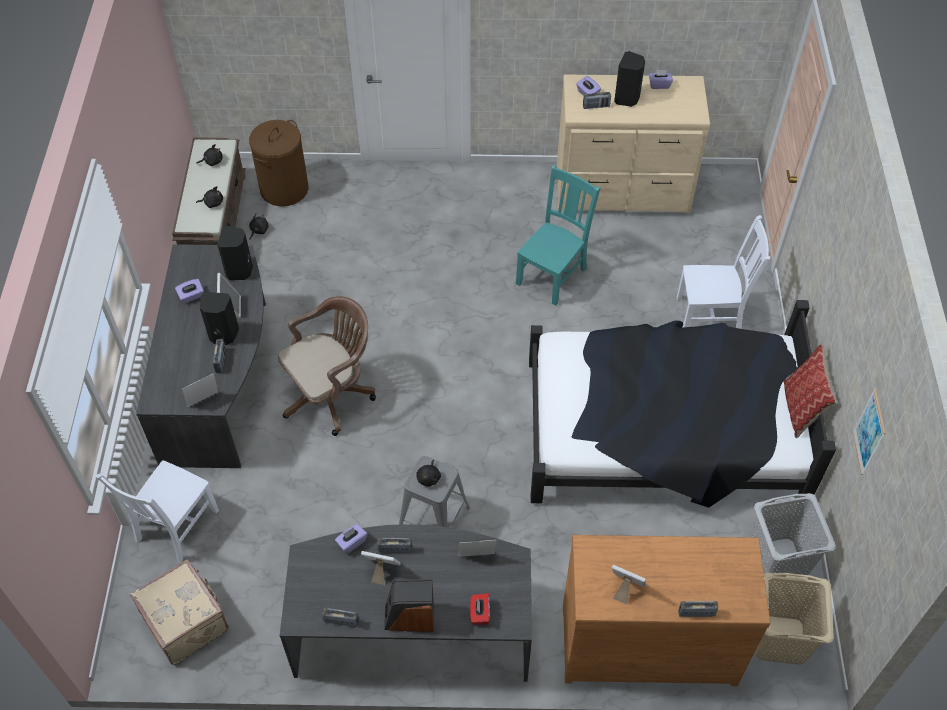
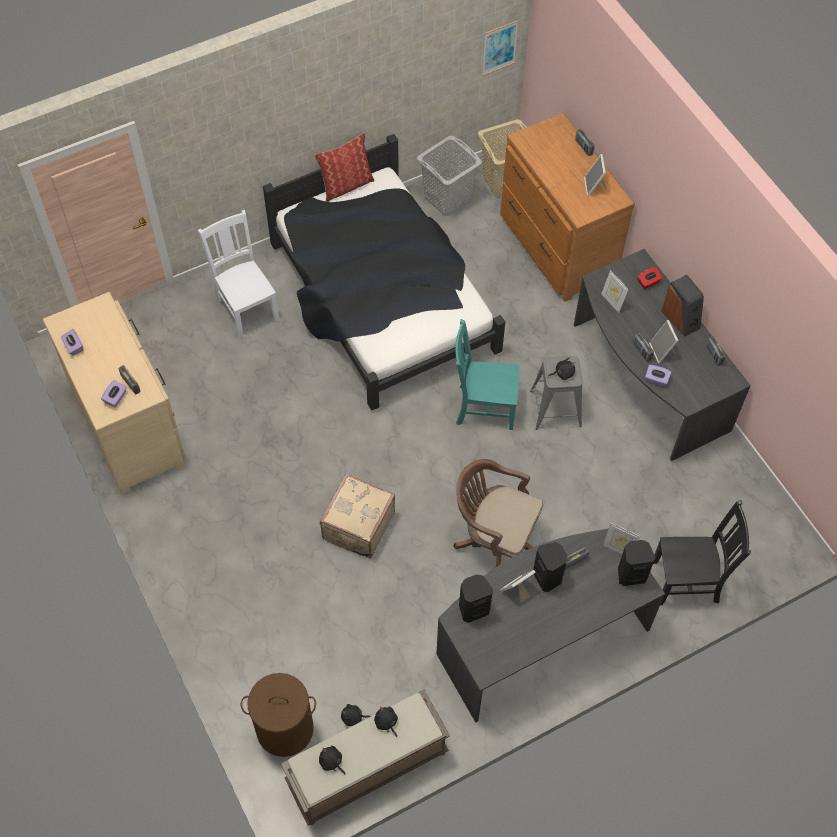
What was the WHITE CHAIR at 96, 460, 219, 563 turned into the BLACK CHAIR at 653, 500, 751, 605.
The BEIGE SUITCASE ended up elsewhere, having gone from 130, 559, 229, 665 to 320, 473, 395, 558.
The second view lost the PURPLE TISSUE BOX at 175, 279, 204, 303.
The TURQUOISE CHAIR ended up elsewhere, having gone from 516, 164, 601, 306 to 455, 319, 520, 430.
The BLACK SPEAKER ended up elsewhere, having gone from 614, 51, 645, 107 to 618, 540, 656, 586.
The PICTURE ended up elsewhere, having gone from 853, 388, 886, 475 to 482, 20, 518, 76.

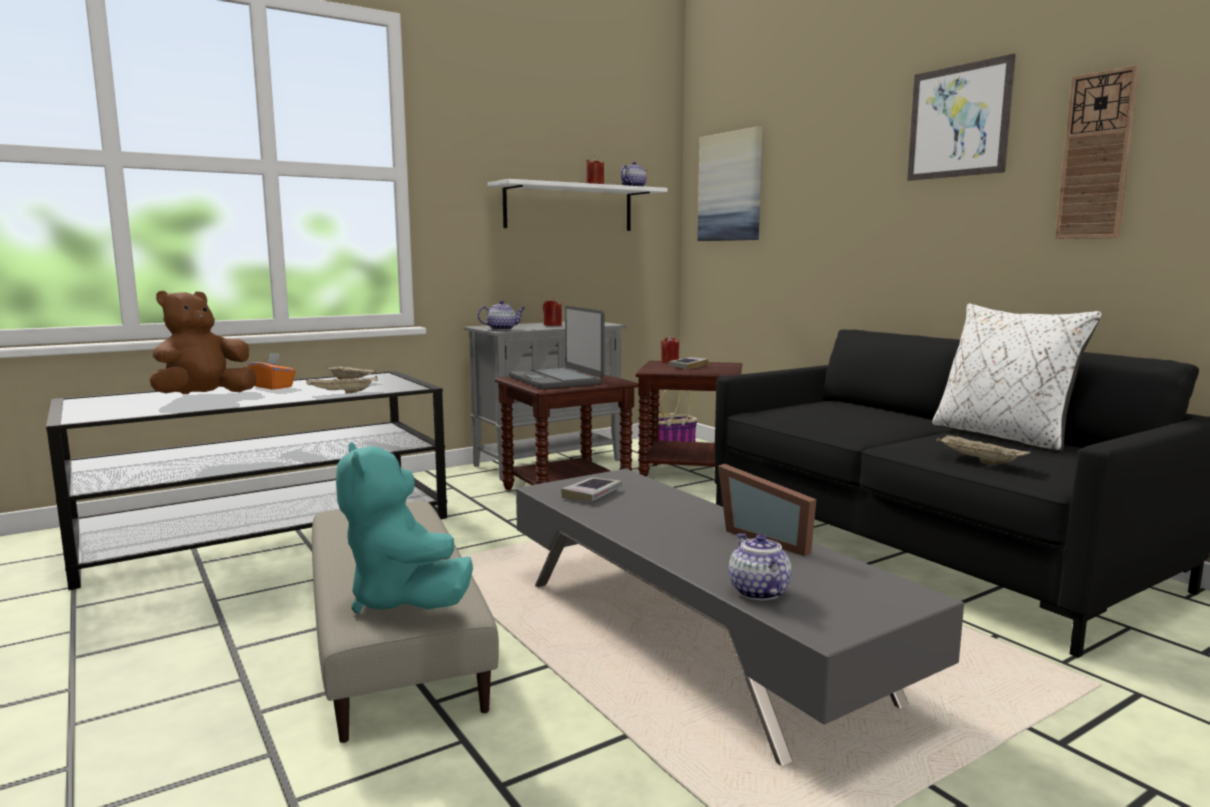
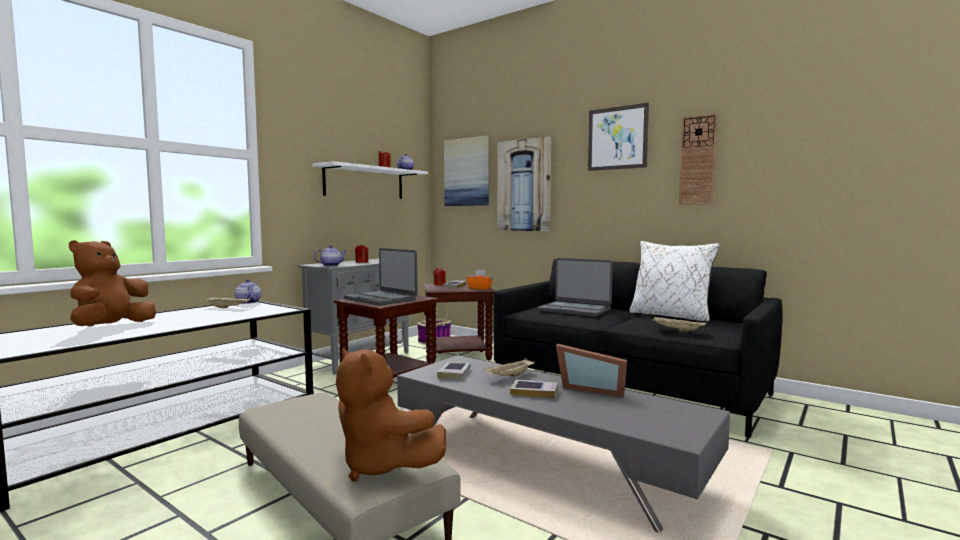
The ORANGE TISSUE BOX ended up elsewhere, having gone from 248, 353, 296, 390 to 466, 270, 493, 290.
The BEIGE TRAY ended up elsewhere, having gone from 306, 376, 378, 394 to 483, 358, 535, 377.
What was the TURQUOISE PLUSH TOY at 336, 442, 473, 613 turned into the BROWN PLUSH TOY at 336, 348, 446, 481.
The TEAPOT ended up elsewhere, having gone from 729, 533, 792, 600 to 235, 279, 261, 304.
The second view gained the PICTURE at 497, 137, 551, 231.
The second view gained the BOOK at 510, 379, 558, 398.
The second view gained the LAPTOP at 537, 258, 613, 317.

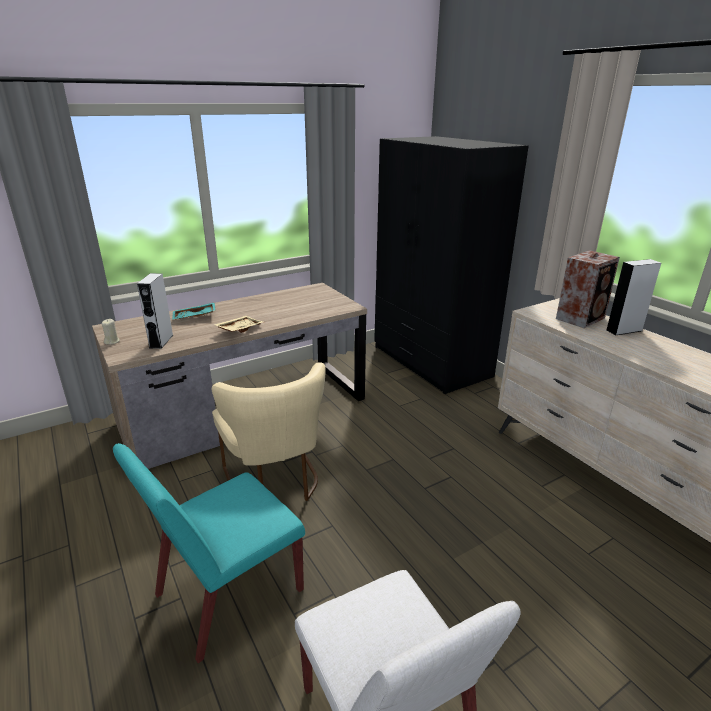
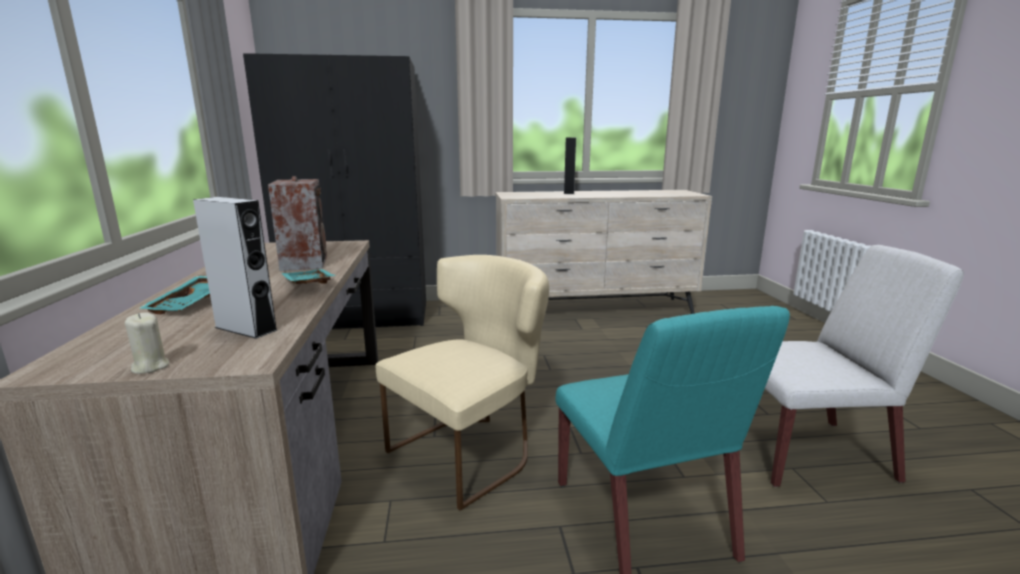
The BEIGE CHAIR at 212, 362, 326, 501 ended up facing another way, 45 degrees counterclockwise from before.
What was the BEIGE TRAY at 214, 316, 263, 333 turned into the TURQUOISE TRAY at 281, 269, 337, 284.
The SPEAKER ended up elsewhere, having gone from 556, 250, 620, 328 to 268, 176, 327, 271.

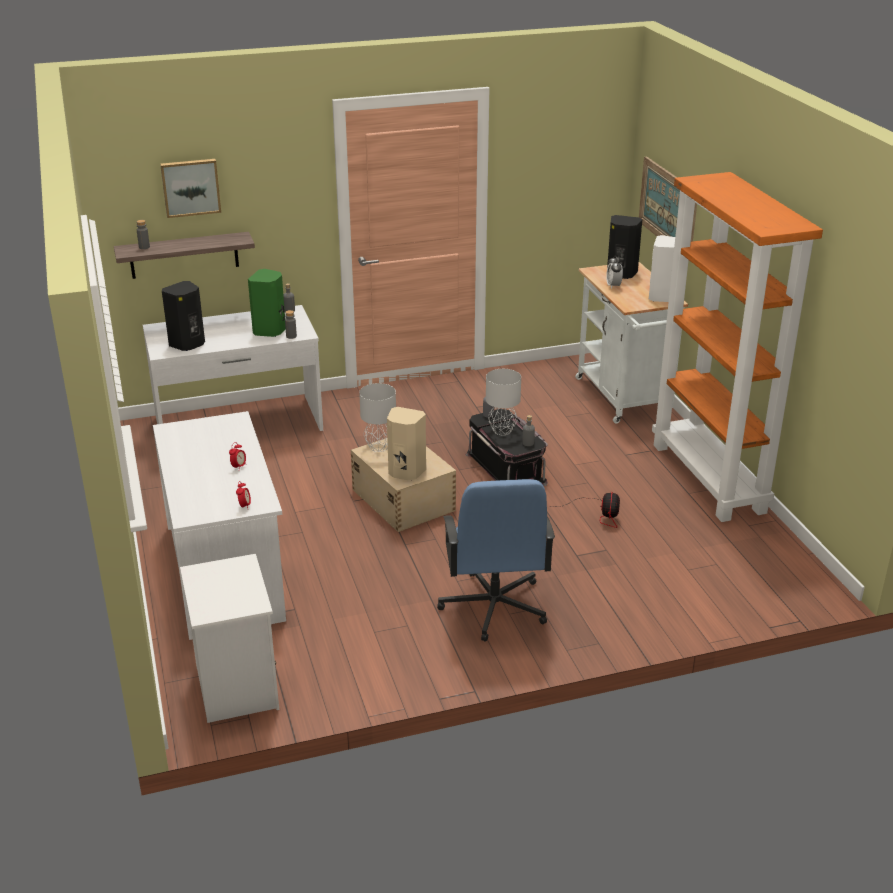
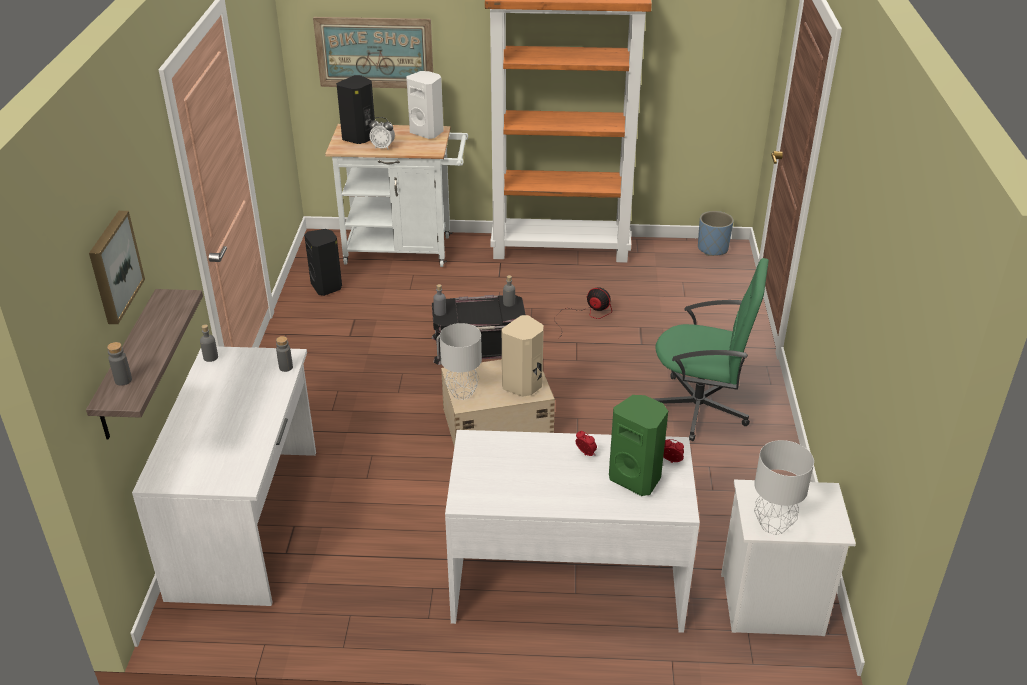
The BLACK SPEAKER ended up elsewhere, having gone from 162, 281, 205, 351 to 304, 229, 342, 296.
The GREEN SPEAKER ended up elsewhere, having gone from 248, 269, 286, 337 to 609, 395, 668, 496.
What was the BLUE OFFICE CHAIR at 437, 479, 555, 642 turned into the GREEN OFFICE CHAIR at 654, 258, 769, 441.
The GREY TABLE LAMP ended up elsewhere, having gone from 486, 369, 521, 435 to 754, 440, 814, 535.
The second view gained the BLUE PLANTER at 698, 211, 734, 256.

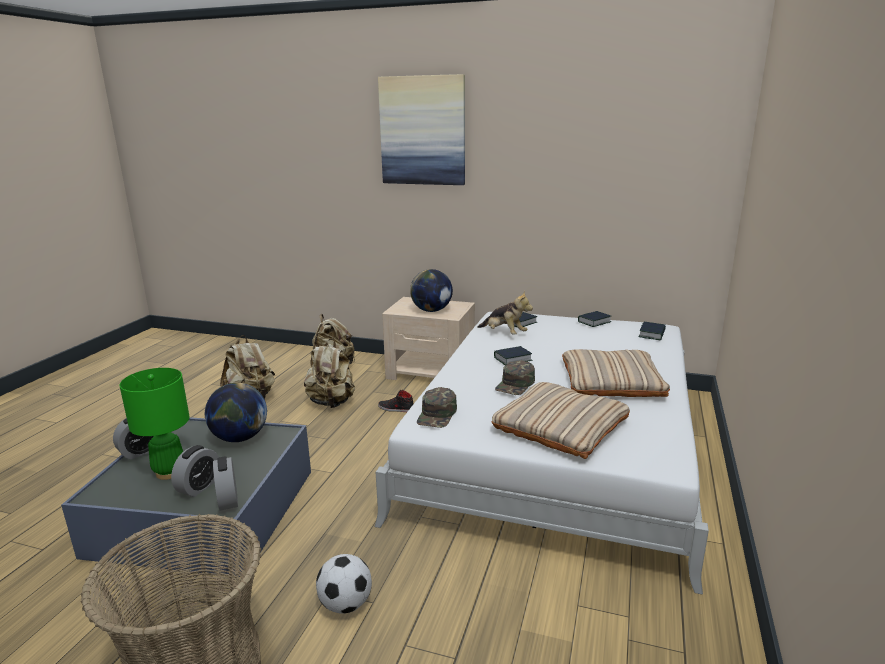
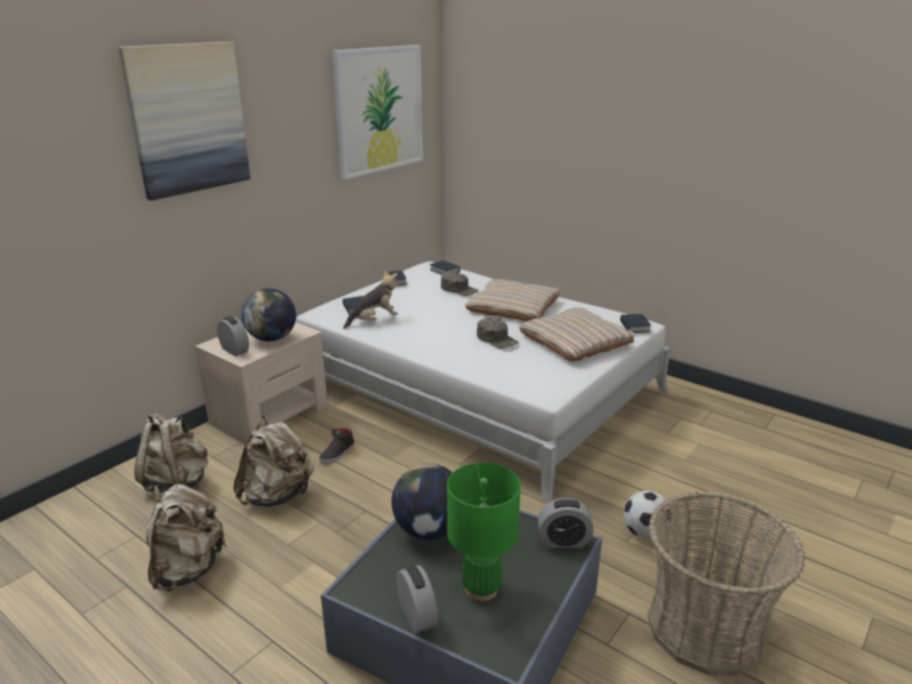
The ALARM CLOCK ended up elsewhere, having gone from 171, 445, 219, 497 to 217, 316, 249, 356.
The GREEN CAP ended up elsewhere, having gone from 417, 387, 457, 428 to 441, 272, 479, 296.
The BOOK ended up elsewhere, having gone from 494, 346, 533, 365 to 620, 314, 651, 333.
The second view gained the PICTURE at 332, 45, 423, 180.

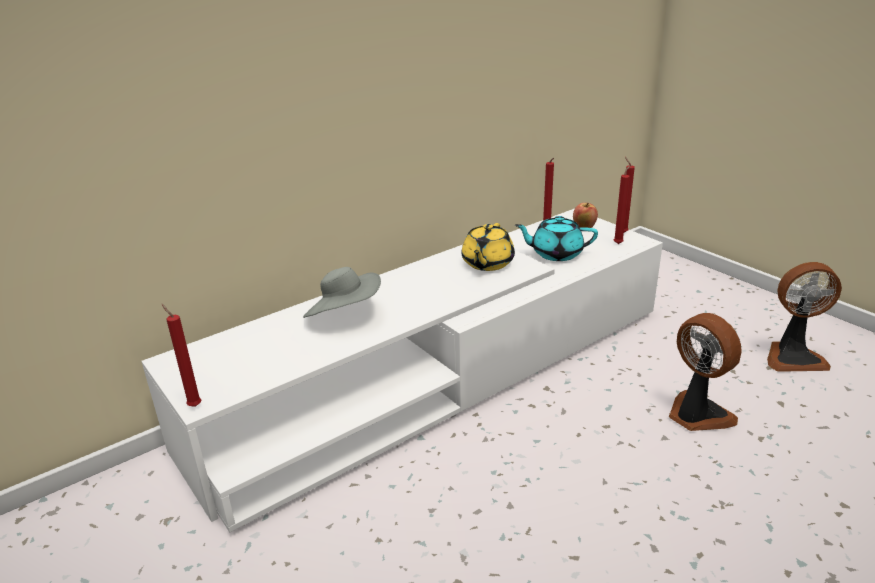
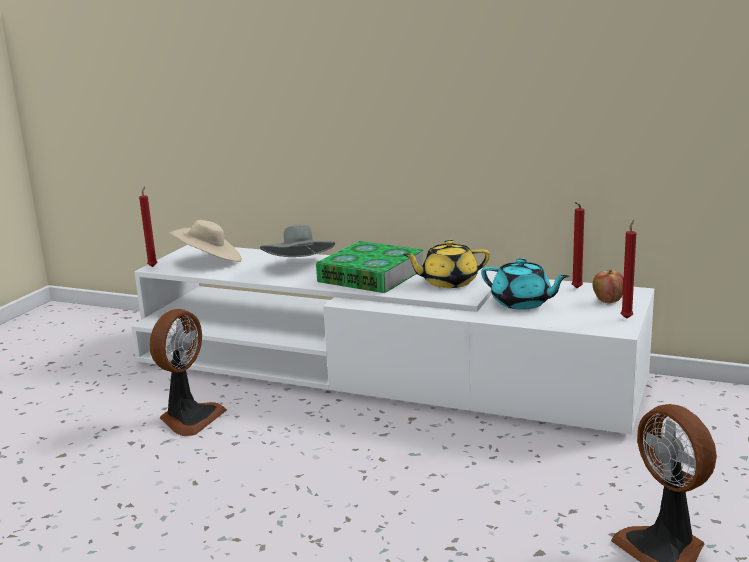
The TURQUOISE TEAPOT at 515, 216, 598, 261 ended up facing another way, 150 degrees clockwise from before.
The second view lost the RED CANDLE at 614, 165, 630, 244.
The FAN ended up elsewhere, having gone from 669, 313, 742, 431 to 149, 309, 227, 436.
The second view gained the BEIGE HAT at 170, 220, 242, 262.
The second view gained the BOOK at 316, 241, 424, 293.

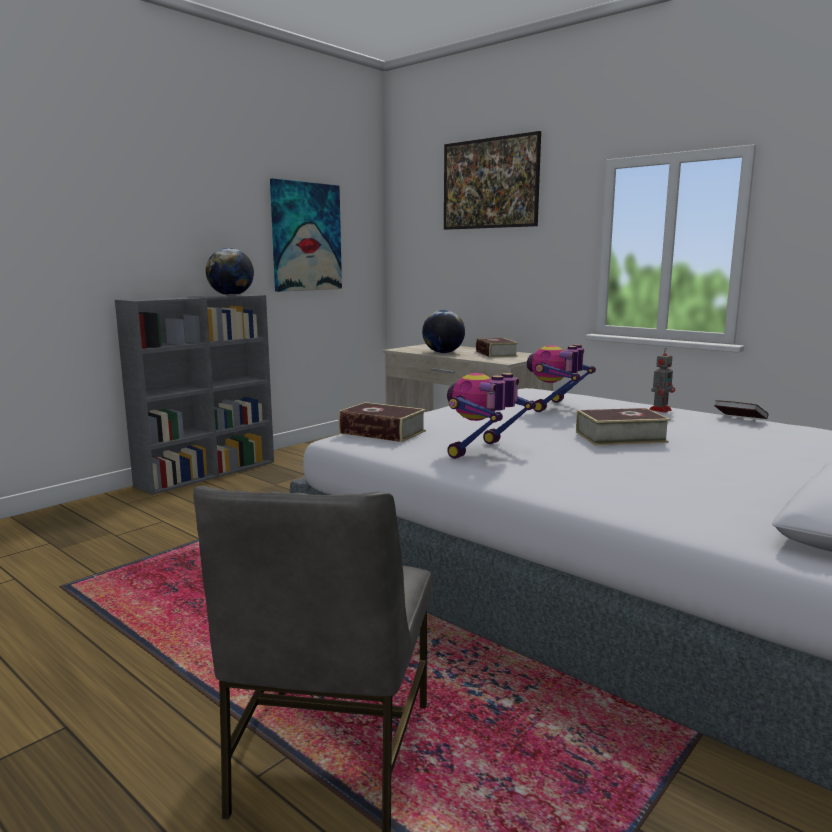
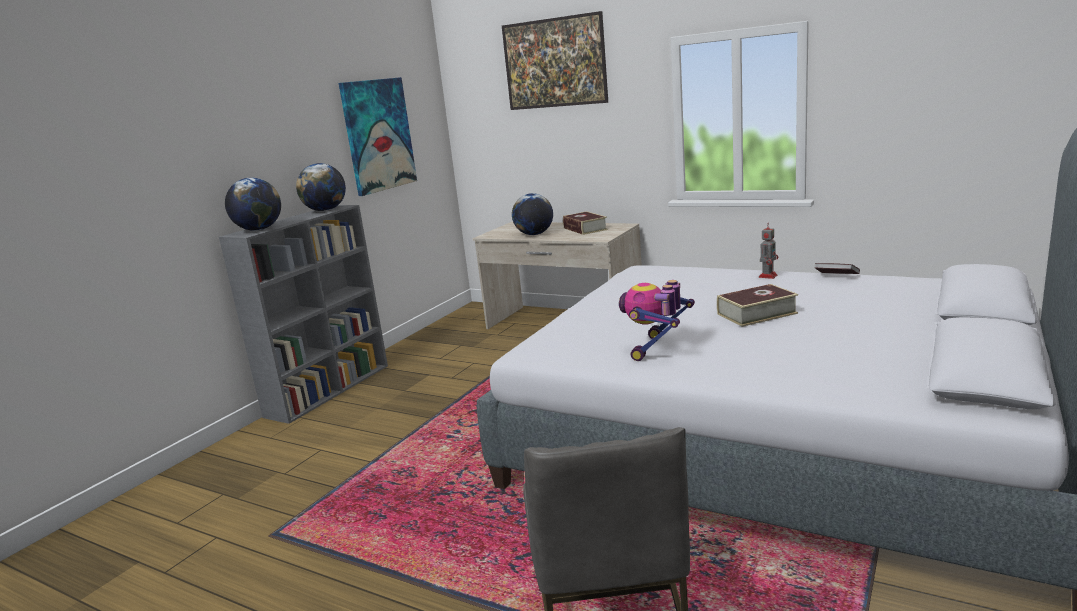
The second view lost the BOOK at 338, 402, 426, 442.
The second view lost the TOY ROBOT at 527, 344, 596, 412.
The second view gained the GLOBE at 225, 178, 281, 231.

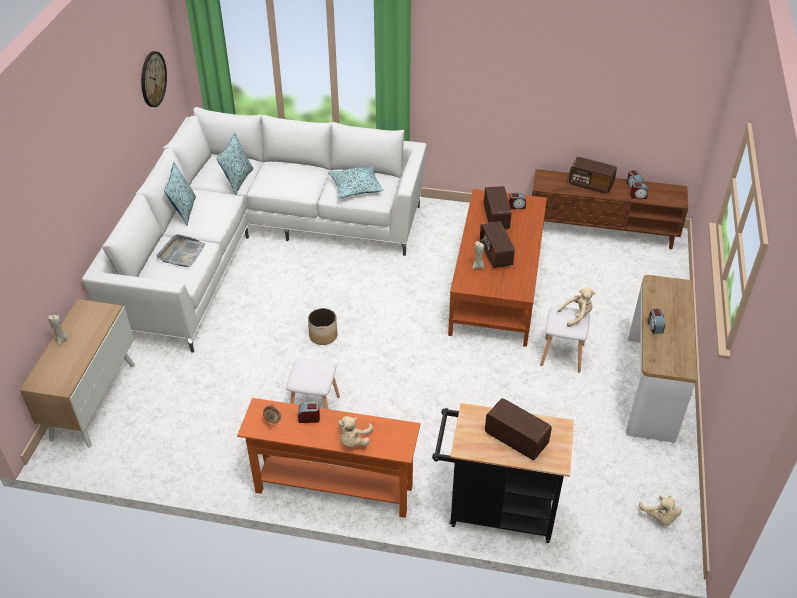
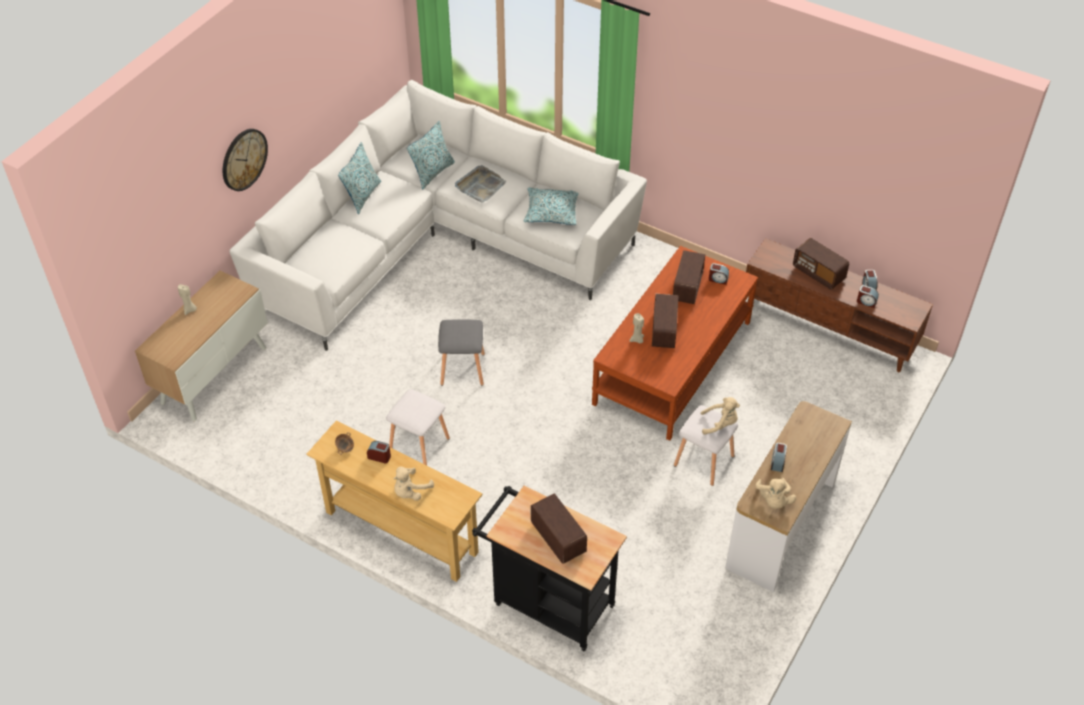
The WALL CLOCK ended up elsewhere, having gone from 141, 51, 167, 107 to 223, 129, 268, 191.
The GREY TRAY ended up elsewhere, having gone from 156, 234, 205, 267 to 455, 165, 507, 203.
What was the ORANGE CONSOLE TABLE at 237, 398, 420, 518 turned into the BEIGE CONSOLE TABLE at 306, 420, 483, 582.
Where the PLANTER stood at 308, 308, 338, 345, the GREY STOOL came to stand at 438, 319, 485, 386.
The BEIGE PLUSH TOY ended up elsewhere, having gone from 639, 495, 682, 525 to 756, 478, 796, 509.

